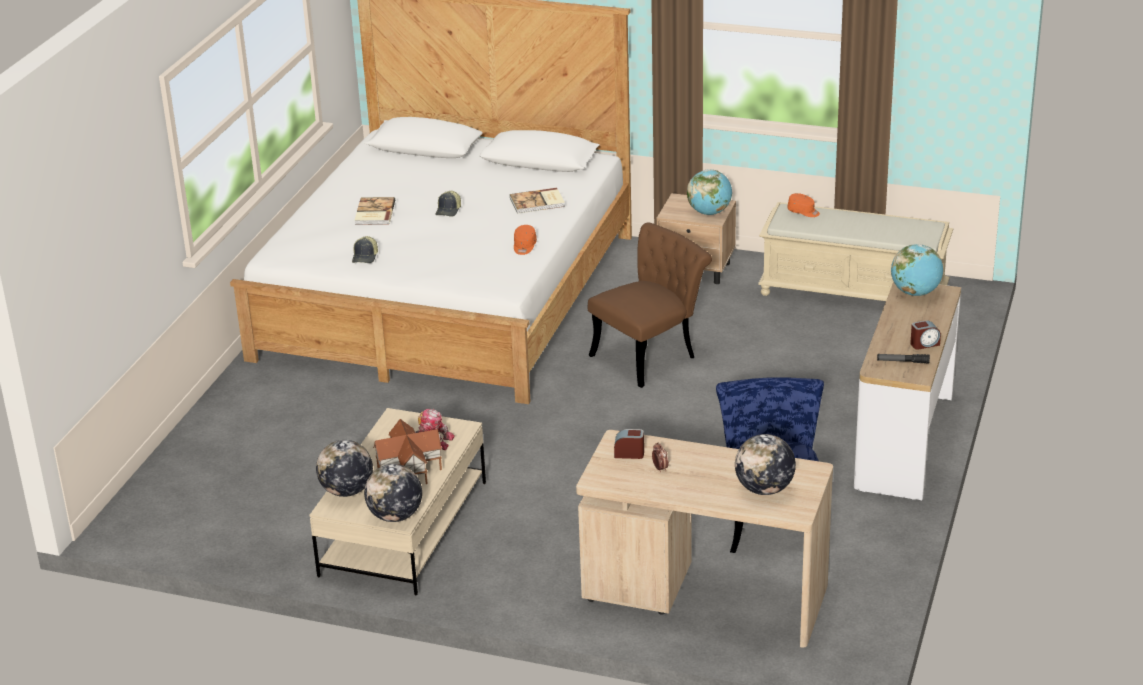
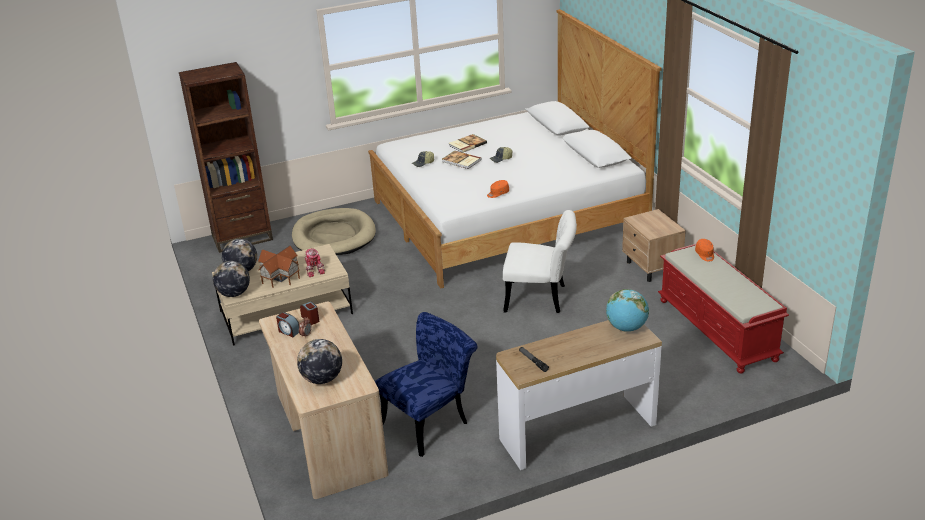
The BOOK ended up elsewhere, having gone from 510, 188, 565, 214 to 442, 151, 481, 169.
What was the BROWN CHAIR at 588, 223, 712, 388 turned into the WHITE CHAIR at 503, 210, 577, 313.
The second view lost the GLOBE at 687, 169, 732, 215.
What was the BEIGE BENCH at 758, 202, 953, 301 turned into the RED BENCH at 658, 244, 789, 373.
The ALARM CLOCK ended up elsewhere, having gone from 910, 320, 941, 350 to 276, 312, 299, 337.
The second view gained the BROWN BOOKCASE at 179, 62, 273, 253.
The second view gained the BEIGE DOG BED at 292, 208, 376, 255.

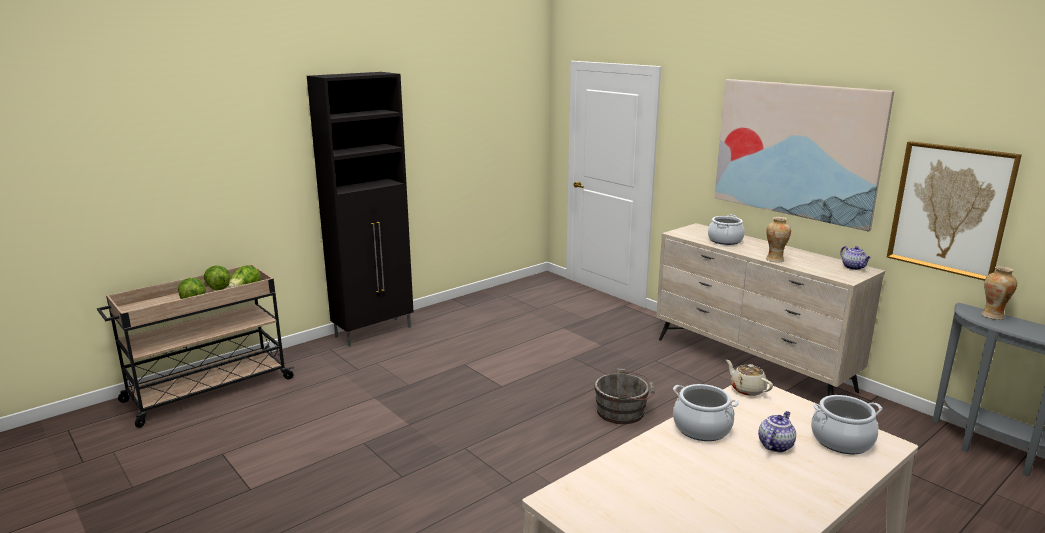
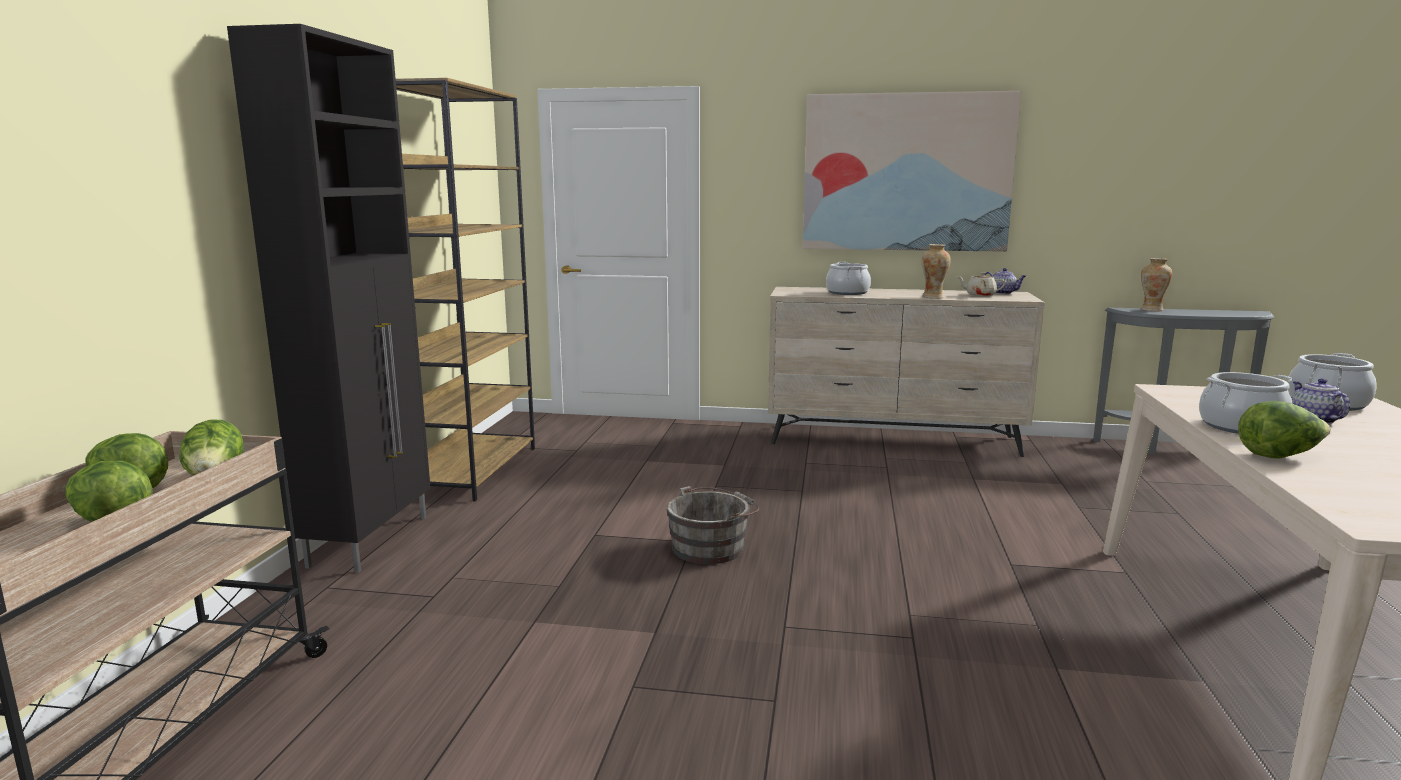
The GREY BUCKET ended up elsewhere, having gone from 594, 369, 655, 424 to 666, 486, 759, 564.
The BEIGE TEAPOT ended up elsewhere, having gone from 726, 360, 773, 396 to 956, 272, 1006, 296.
The second view lost the PICTURE at 887, 141, 1022, 281.
The second view gained the BROWN BOOKCASE at 396, 78, 535, 501.
The second view gained the LETTUCE at 1238, 400, 1331, 459.

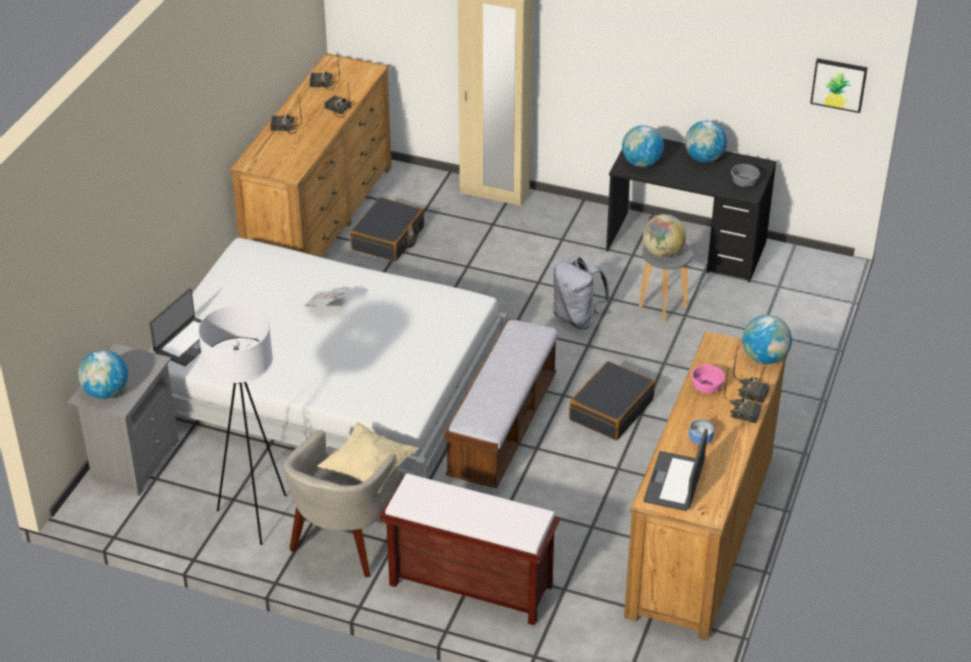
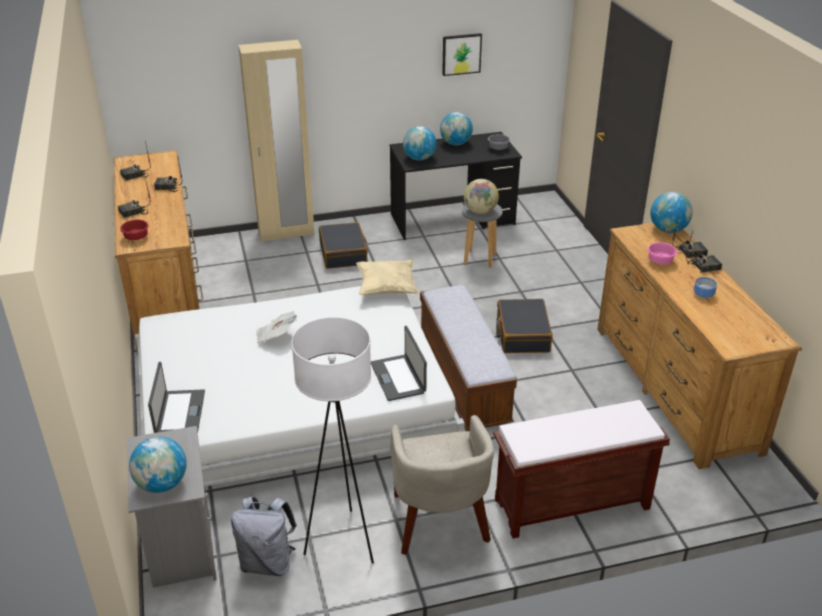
The BEIGE PILLOW ended up elsewhere, having gone from 318, 422, 419, 493 to 356, 260, 419, 295.
The BLACK SUITCASE ended up elsewhere, having gone from 350, 197, 424, 262 to 319, 222, 368, 269.
The GREY BACKPACK ended up elsewhere, having gone from 553, 257, 610, 329 to 231, 496, 297, 576.
The LAPTOP ended up elsewhere, having gone from 643, 428, 708, 511 to 371, 326, 427, 401.
The PICTURE ended up elsewhere, having gone from 810, 58, 868, 113 to 442, 33, 482, 76.
The second view gained the RED BOWL at 120, 220, 149, 240.

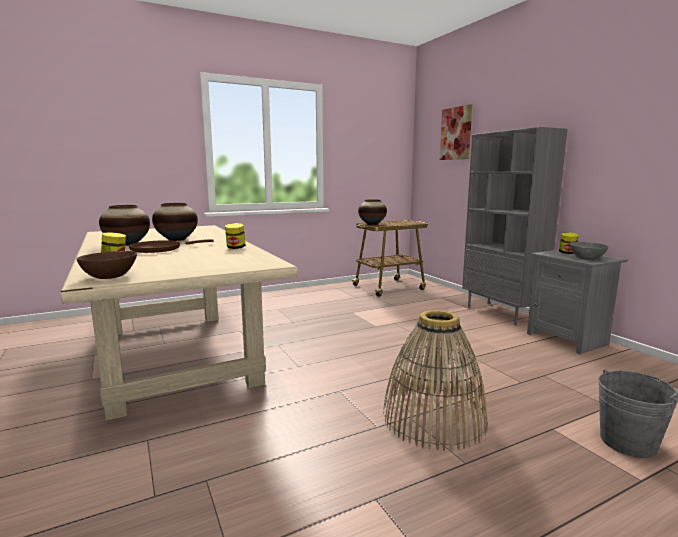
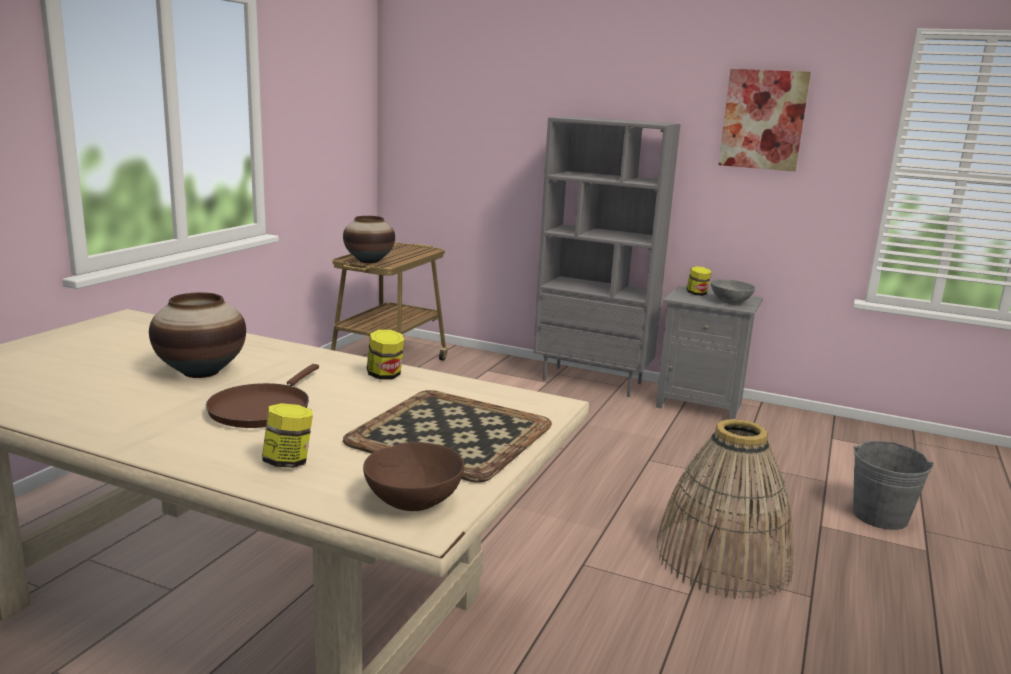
The second view lost the VASE at 99, 205, 150, 246.
The PICTURE ended up elsewhere, having gone from 440, 104, 472, 160 to 719, 69, 811, 171.
The second view gained the TRAY at 343, 390, 552, 483.

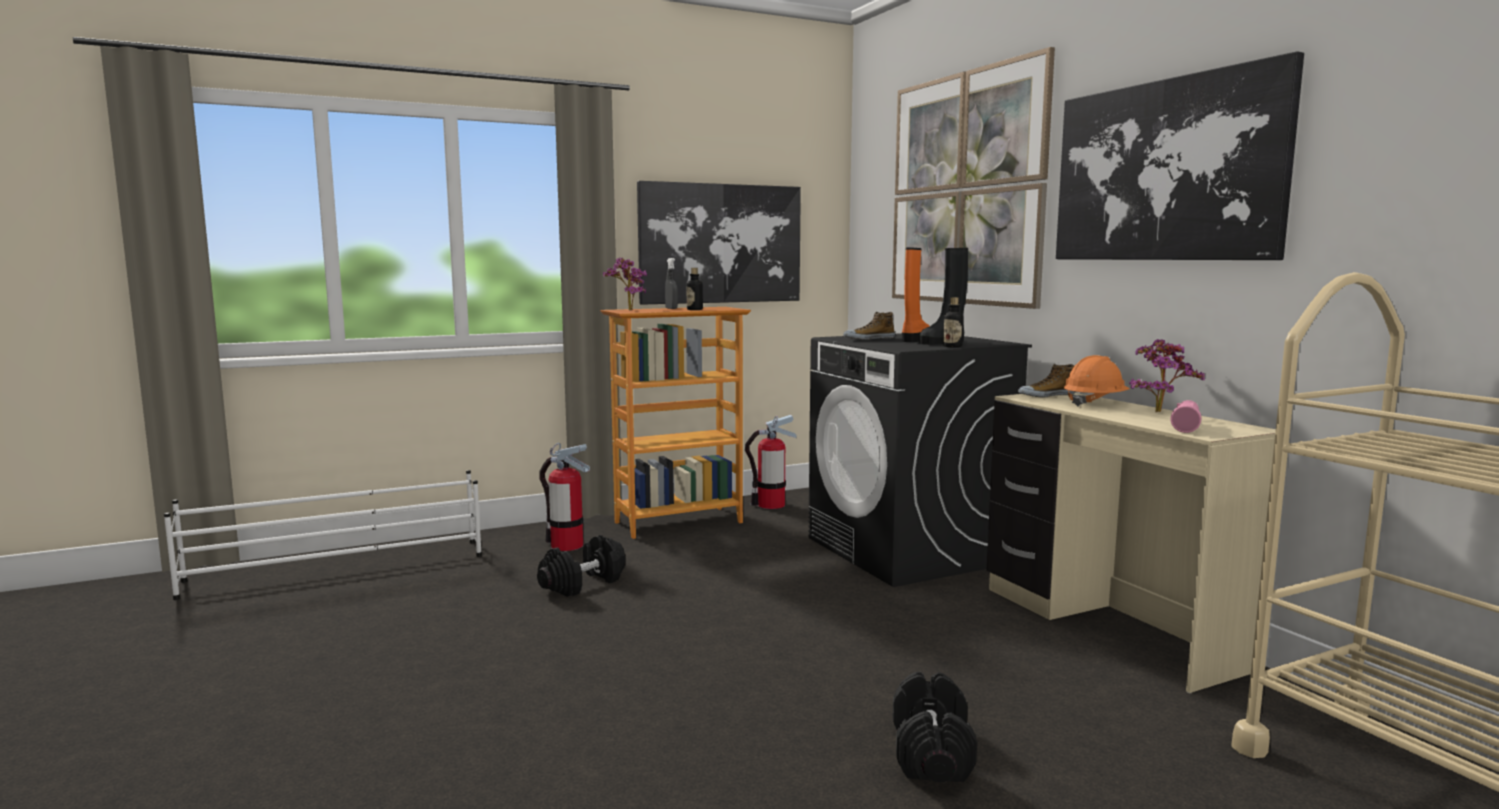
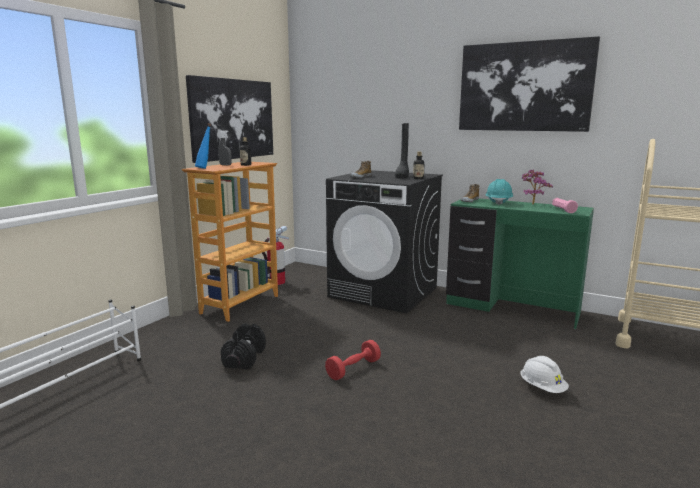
The second view lost the FIRE EXTINGUISHER at 539, 443, 590, 551.
Where the POTTED PLANT stood at 603, 257, 647, 311, the BLUE BOTTLE came to stand at 195, 123, 211, 169.
The second view lost the PICTURE at 892, 47, 1055, 309.
Where the BLACK DUMBBELL stood at 893, 671, 977, 783, the WHITE HARD HAT came to stand at 521, 356, 569, 393.
The second view lost the ORANGE BOOT at 902, 247, 930, 342.
What was the BEIGE DESK at 986, 393, 1276, 693 turned into the GREEN DESK at 446, 199, 594, 329.
What was the ORANGE HARD HAT at 1064, 355, 1130, 407 turned into the TURQUOISE HARD HAT at 485, 179, 513, 205.
The second view gained the RED DUMBBELL at 325, 340, 381, 380.

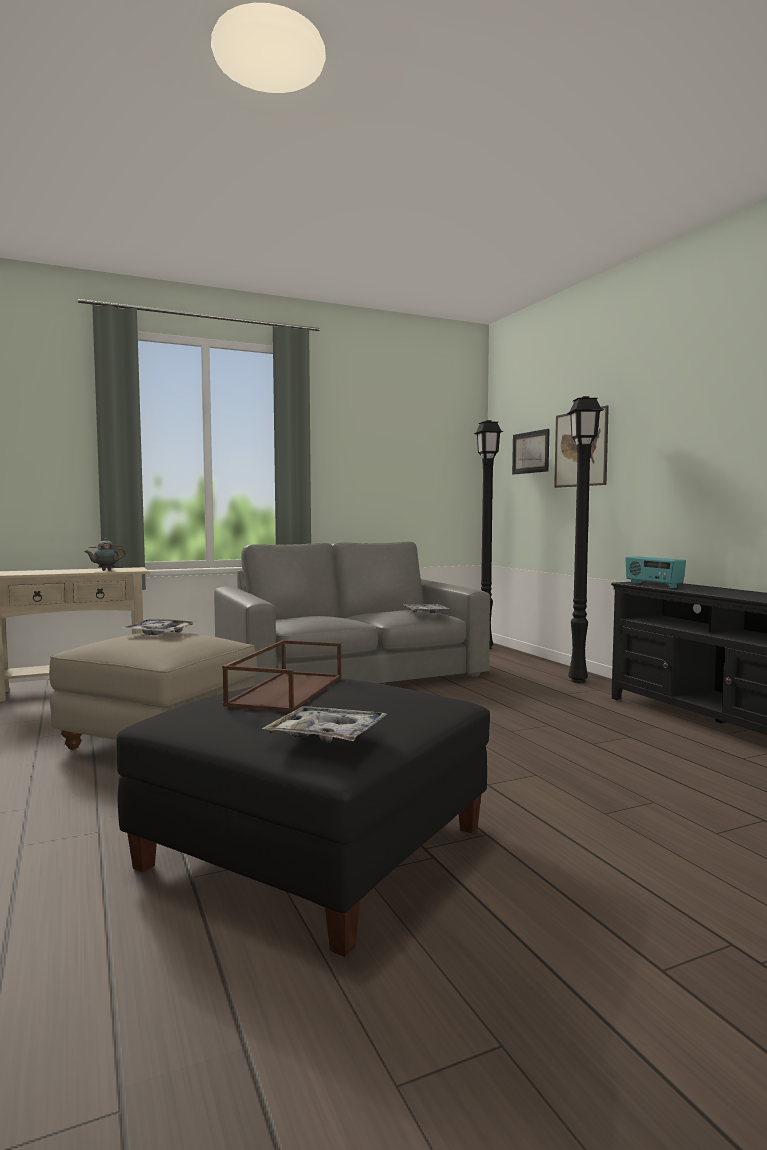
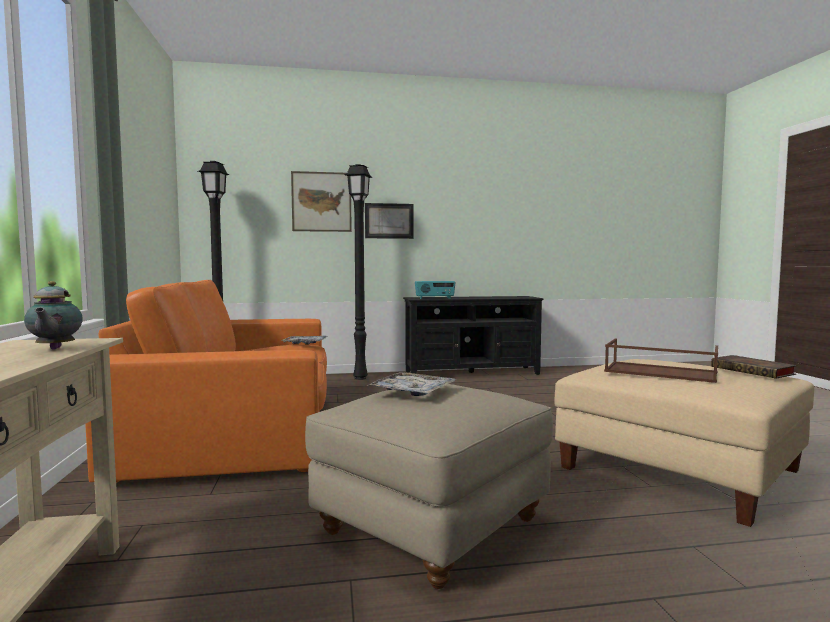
What was the BLACK OTTOMAN at 116, 678, 490, 957 turned into the BEIGE OTTOMAN at 555, 359, 814, 527.
What was the GREY SOFA at 214, 542, 490, 685 turned into the ORANGE SOFA at 85, 280, 327, 483.
Where the TRAY stood at 262, 706, 387, 743, the BOOK came to stand at 711, 355, 797, 379.
The PICTURE ended up elsewhere, having gone from 512, 429, 550, 475 to 365, 203, 414, 239.

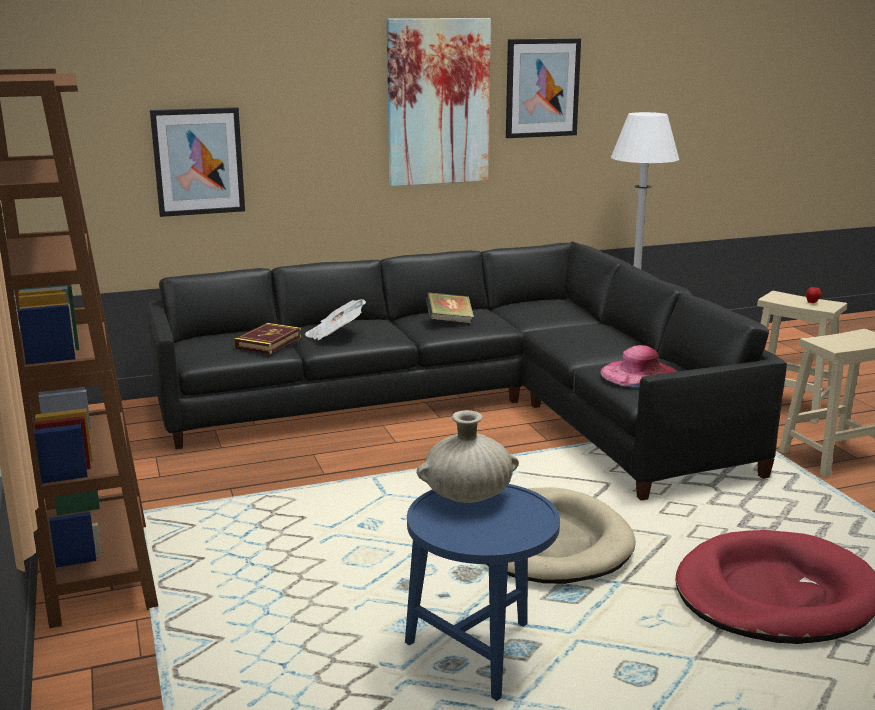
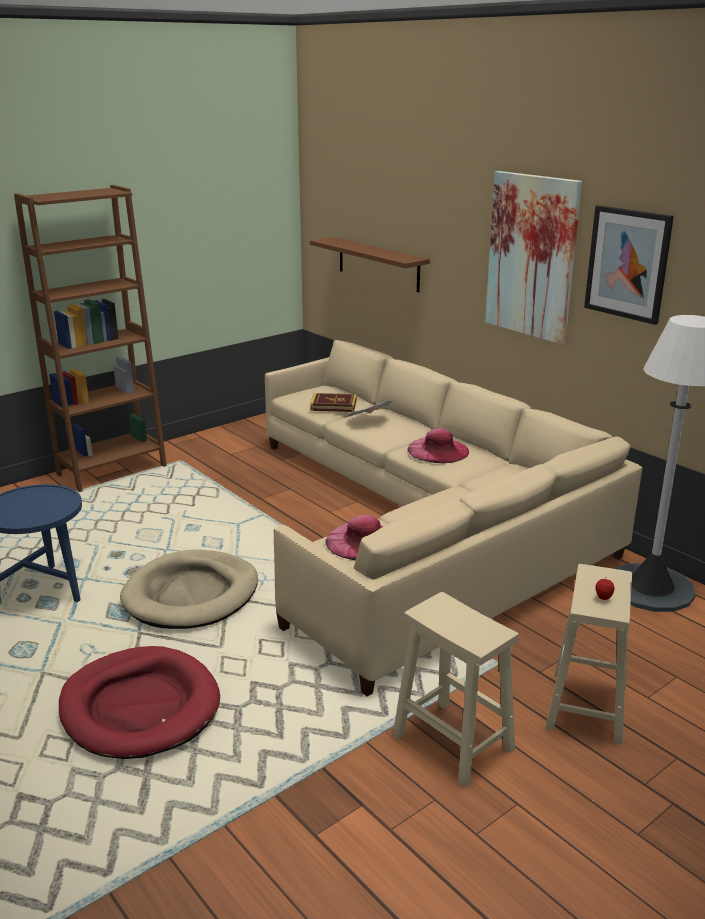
What was the BLACK SOFA at 148, 241, 787, 501 turned into the BEIGE SOFA at 265, 340, 642, 696.
Where the PICTURE hung at 150, 107, 245, 217, the BROWN SHELF came to hang at 310, 237, 430, 292.
The second view lost the BEIGE VASE at 417, 410, 519, 503.
Where the BOOK stood at 426, 292, 474, 323, the PINK HAT came to stand at 407, 428, 469, 463.

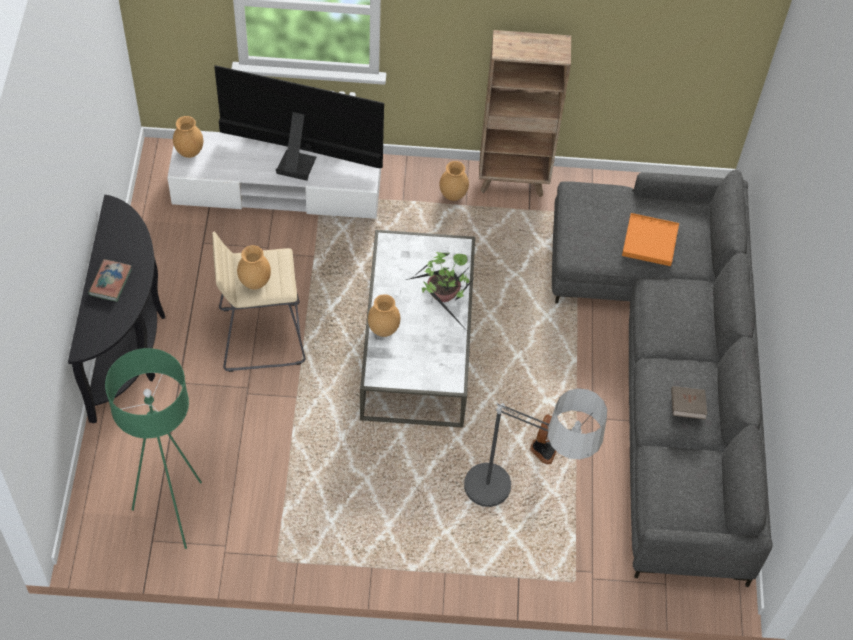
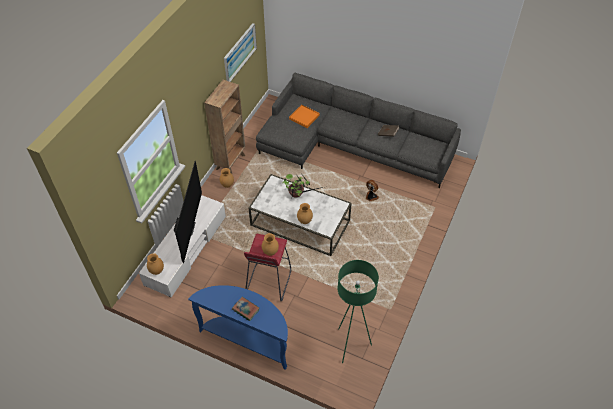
What was the BLACK CONSOLE TABLE at 68, 195, 165, 423 turned into the BLUE CONSOLE TABLE at 188, 285, 288, 370.
What was the BEIGE STOOL at 212, 231, 306, 372 turned into the RED STOOL at 244, 234, 291, 302.
The TELEVISION at 214, 65, 384, 181 ended up facing another way, 150 degrees clockwise from before.
The second view lost the FLOOR LAMP at 464, 388, 607, 507.
The second view gained the PICTURE at 224, 23, 257, 82.

